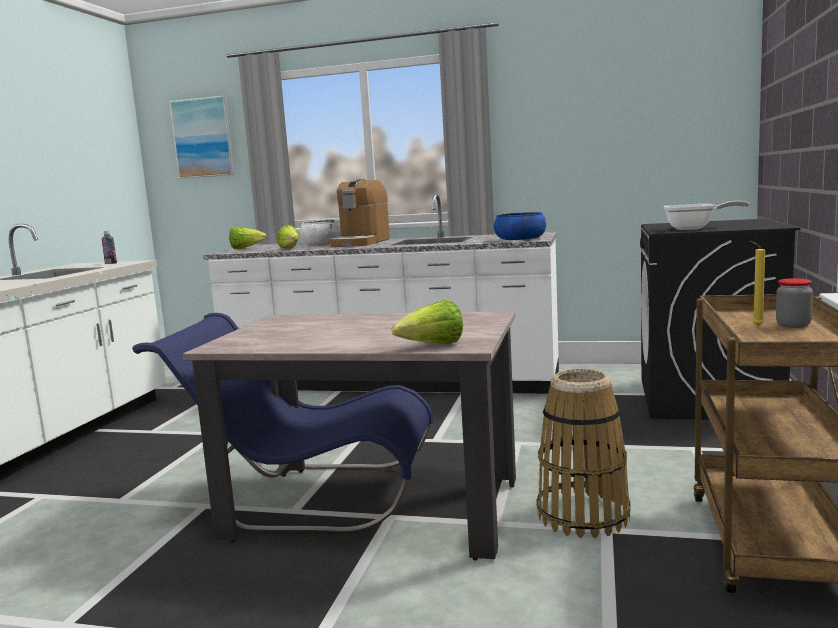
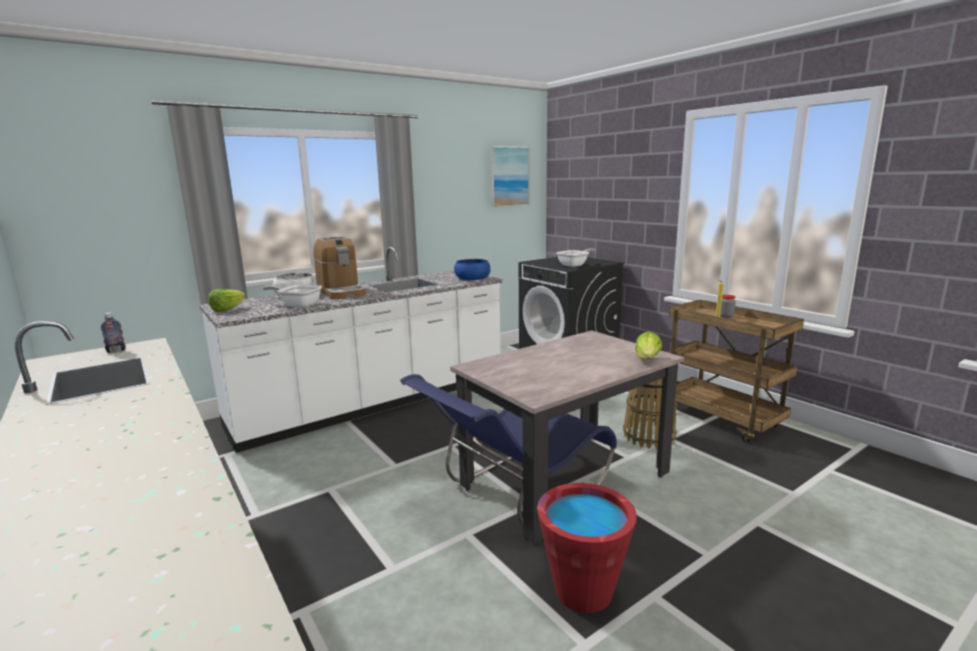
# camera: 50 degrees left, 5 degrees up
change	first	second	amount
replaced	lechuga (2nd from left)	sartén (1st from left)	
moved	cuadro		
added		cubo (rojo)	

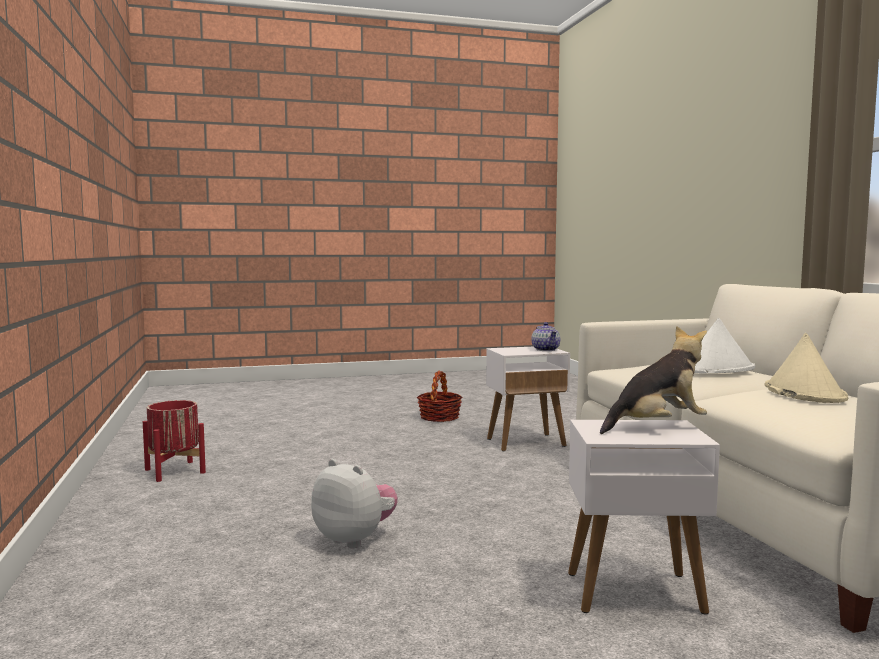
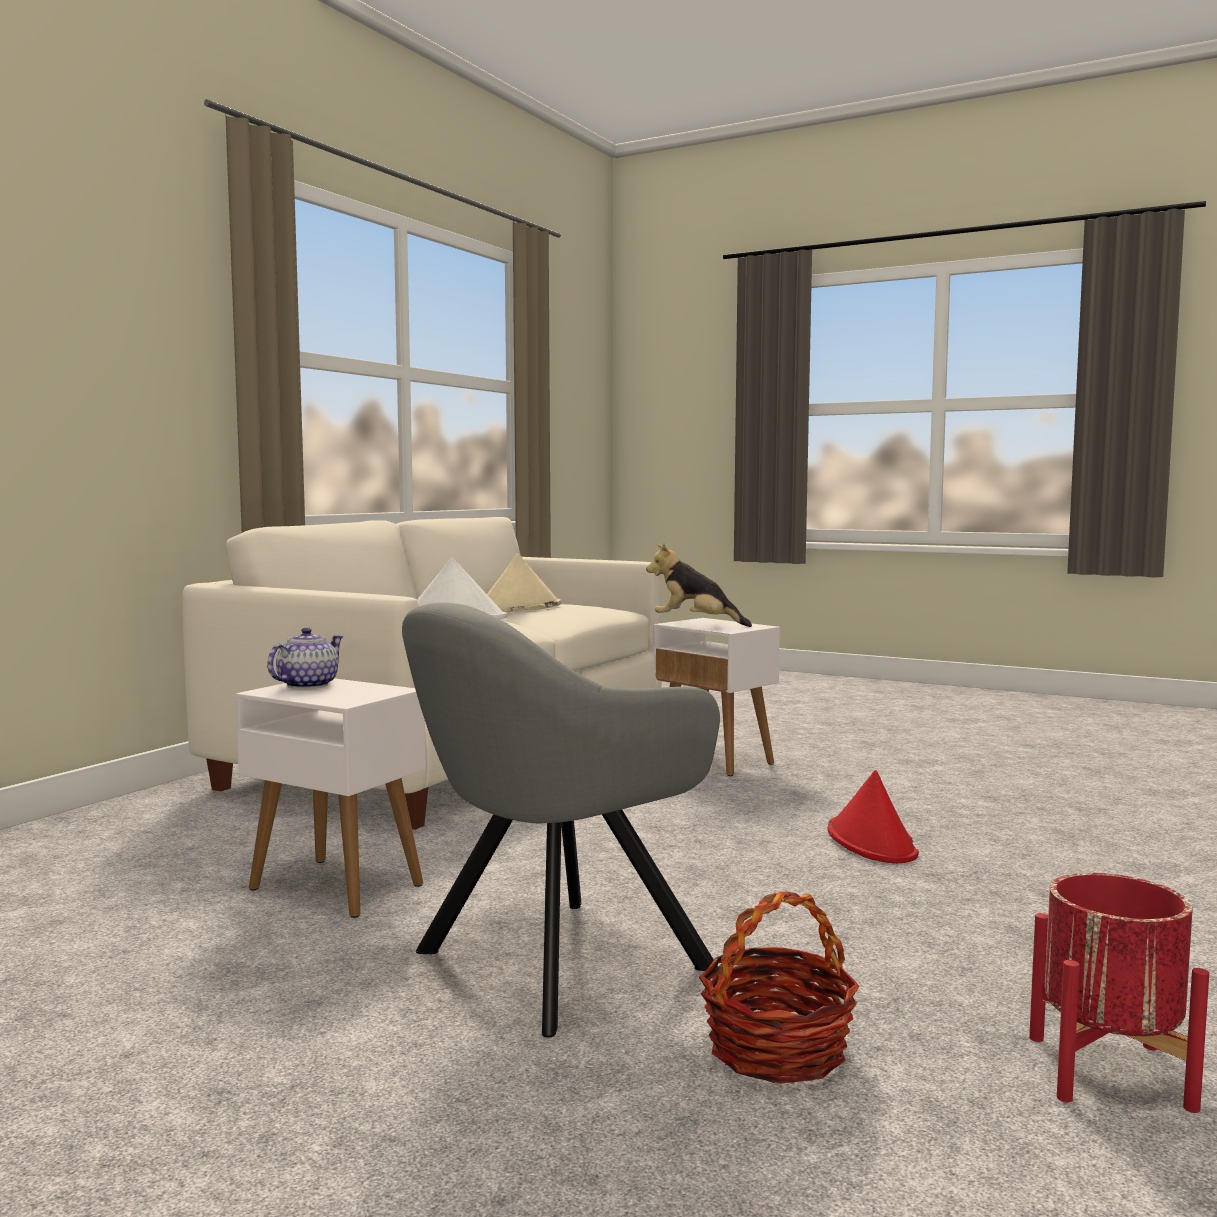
# camera: 135 degrees left, 0 degrees up
change	first	second	amount
added		sillón (gris)	
moved	cesta		
replaced	peluche (1st from left)	sombrero (rojo)	

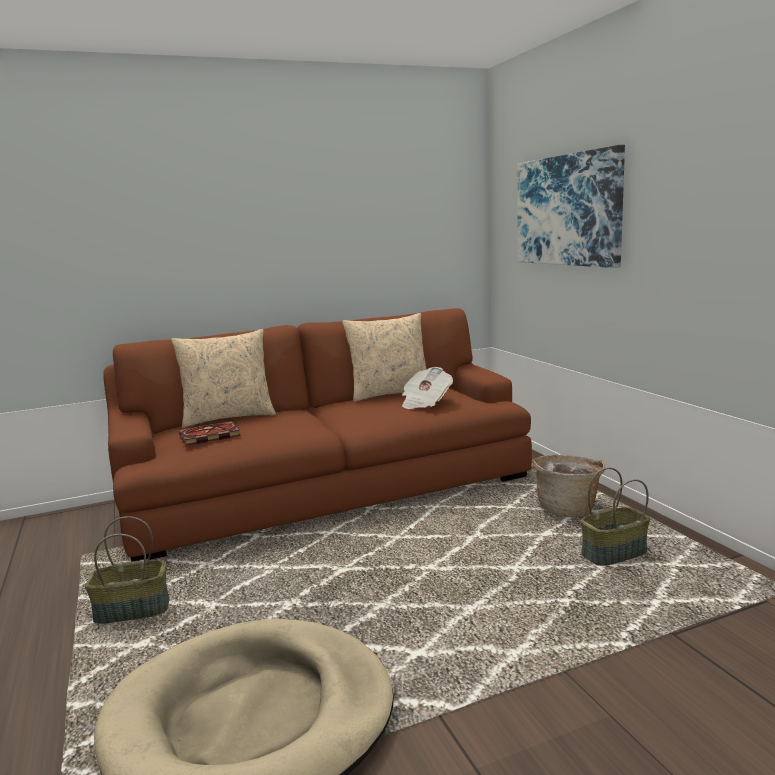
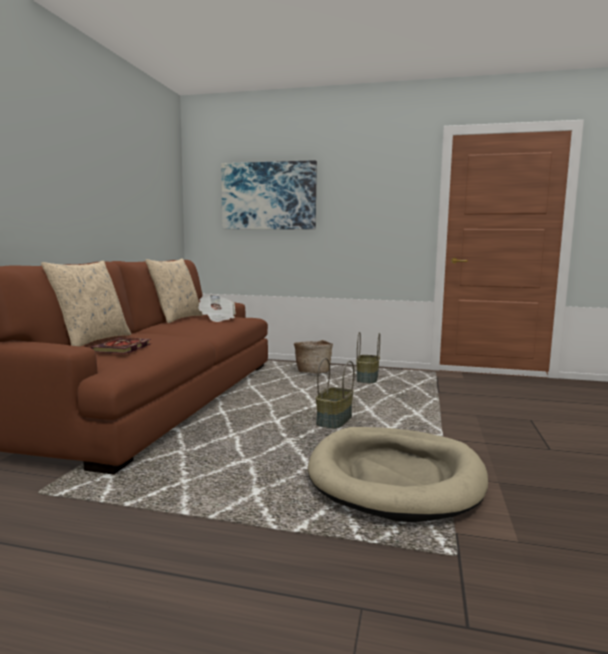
# camera: 55 degrees left, 5 degrees down
change	first	second	amount
moved	cesta (1st from left in the first image)	cesta (2nd from left)	

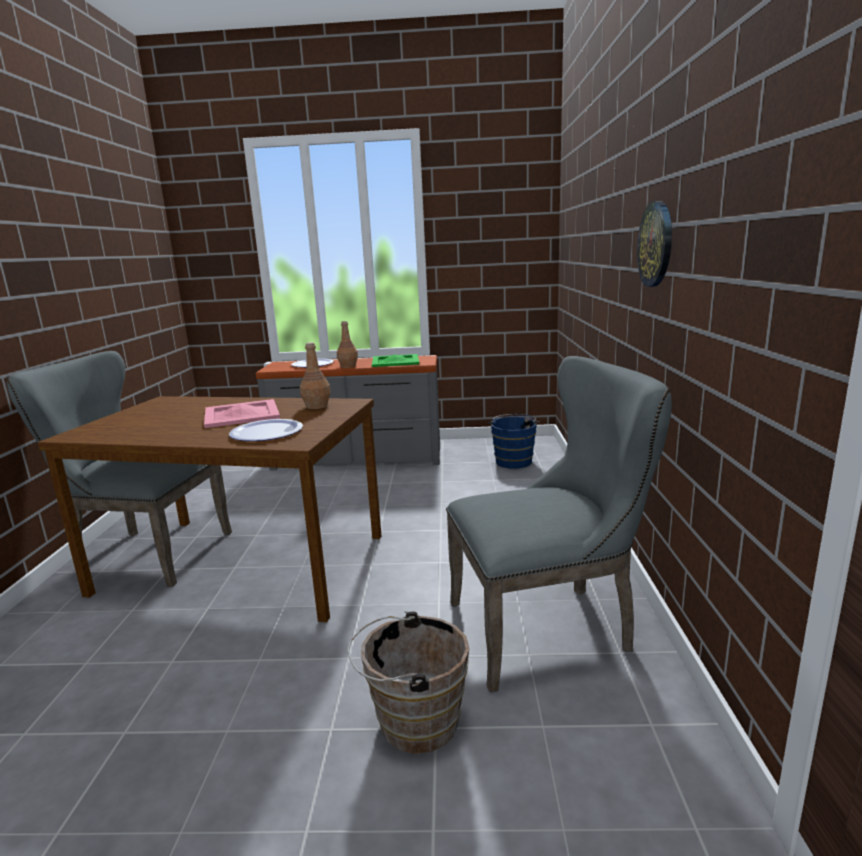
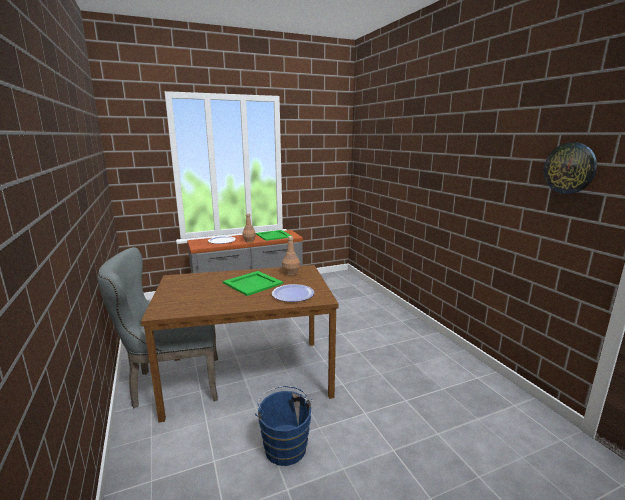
# camera: 25 degrees left, 0 degrees up
change	first	second	amount
recoloured	bandeja (rosa)	bandeja (verde) (1st from left)	
moved	cubo (azul)		
moved	reloj de pared		
removed	cubo (marrón)		
removed	silla (gris) (2nd from left)		

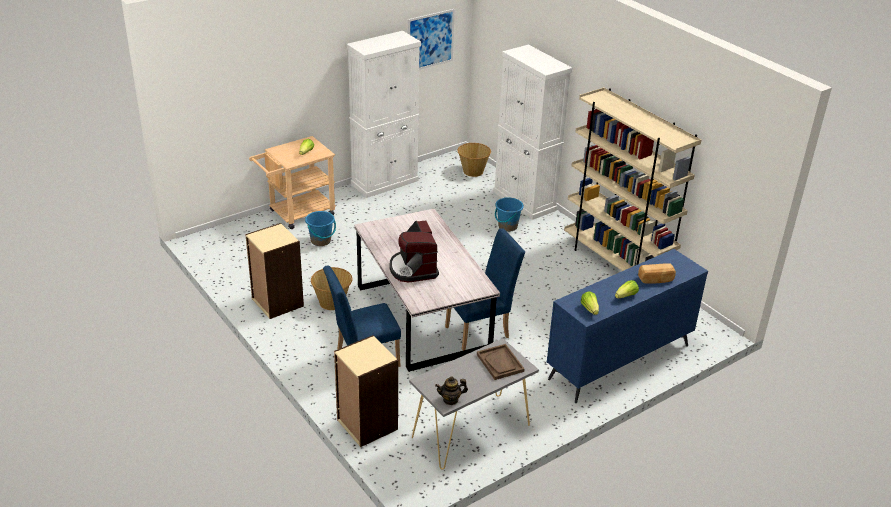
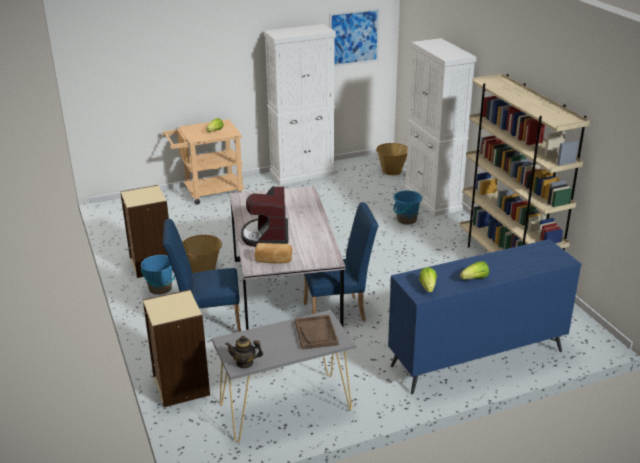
# camera: 15 degrees right, 5 degrees down
change	first	second	amount
moved	cubo (azul) (1st from left)		
moved	pan		

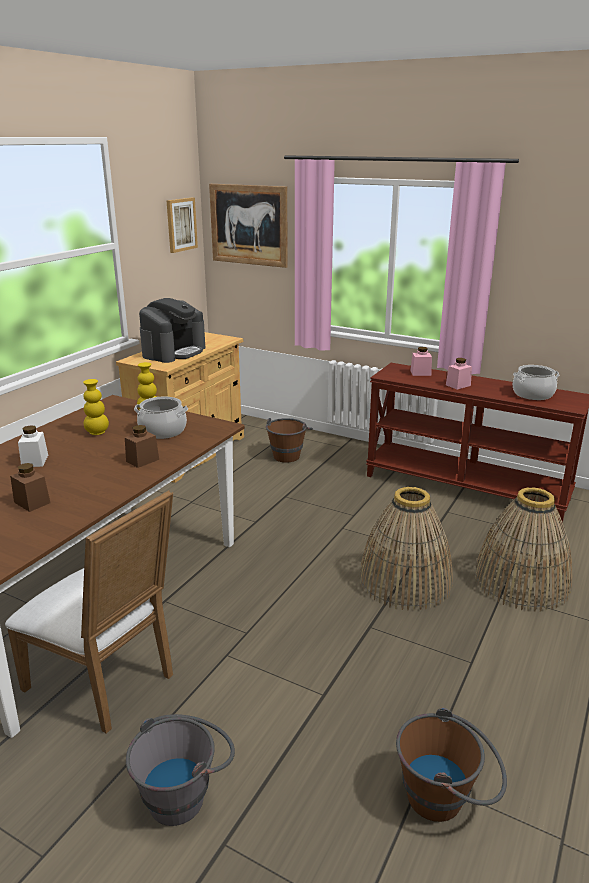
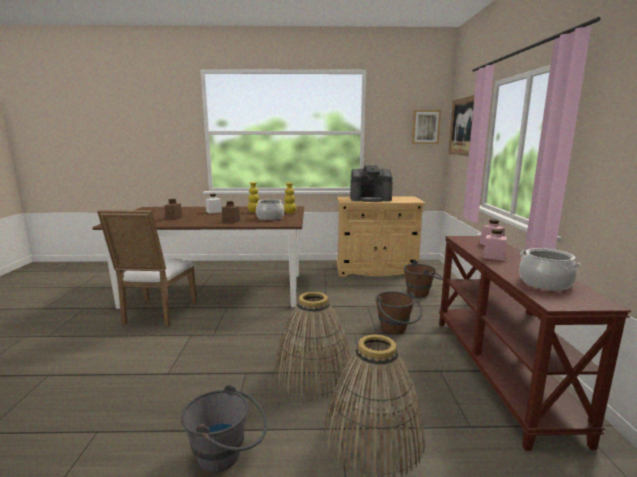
# camera: 60 degrees right, 10 degrees down
change	first	second	amount
moved	cubo (gris)		
moved	cubo (marrón) (2nd from left in the first image)	cubo (marrón) (1st from left)	

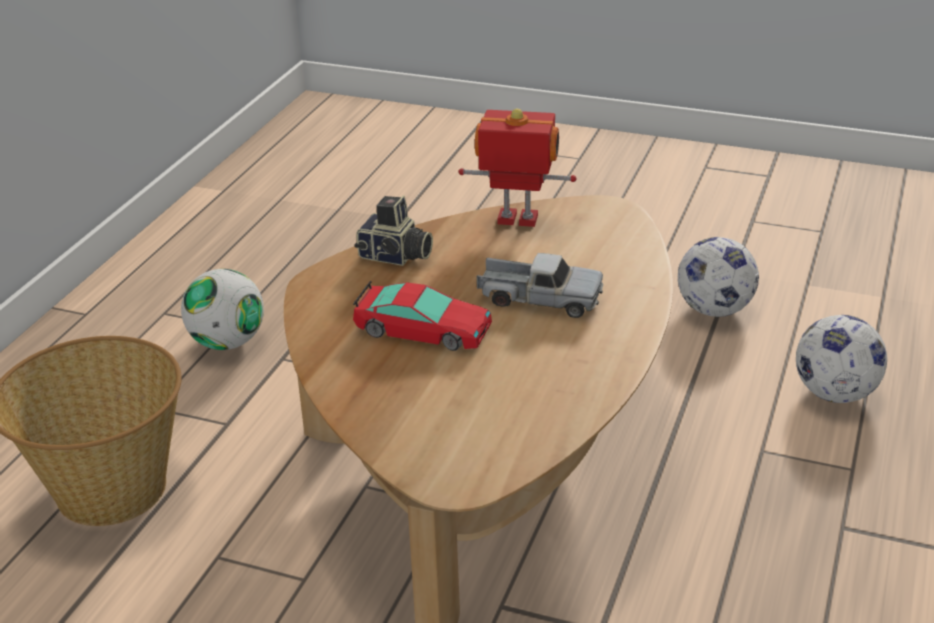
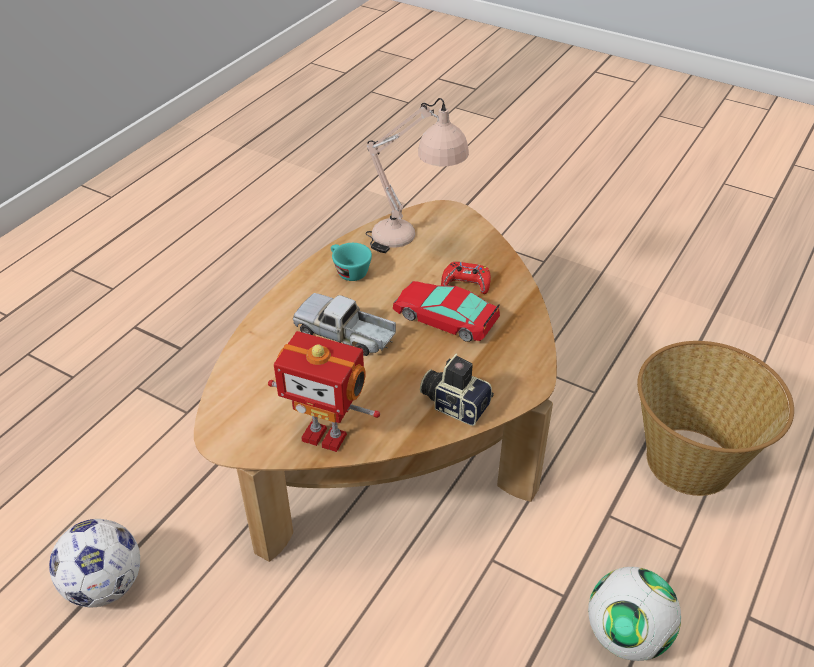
# camera: 170 degrees left, 10 degrees up
change	first	second	amount
added		taza (turquesa)	
added		lámpara de mesa (beis)	
added		mando de consola (rojo)	
removed	balón de fútbol (3rd from left)		

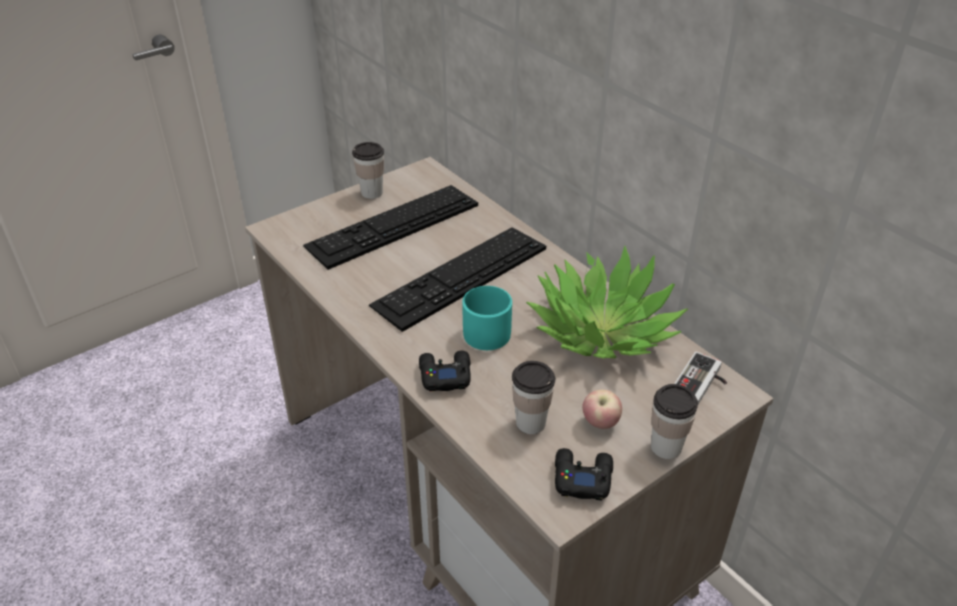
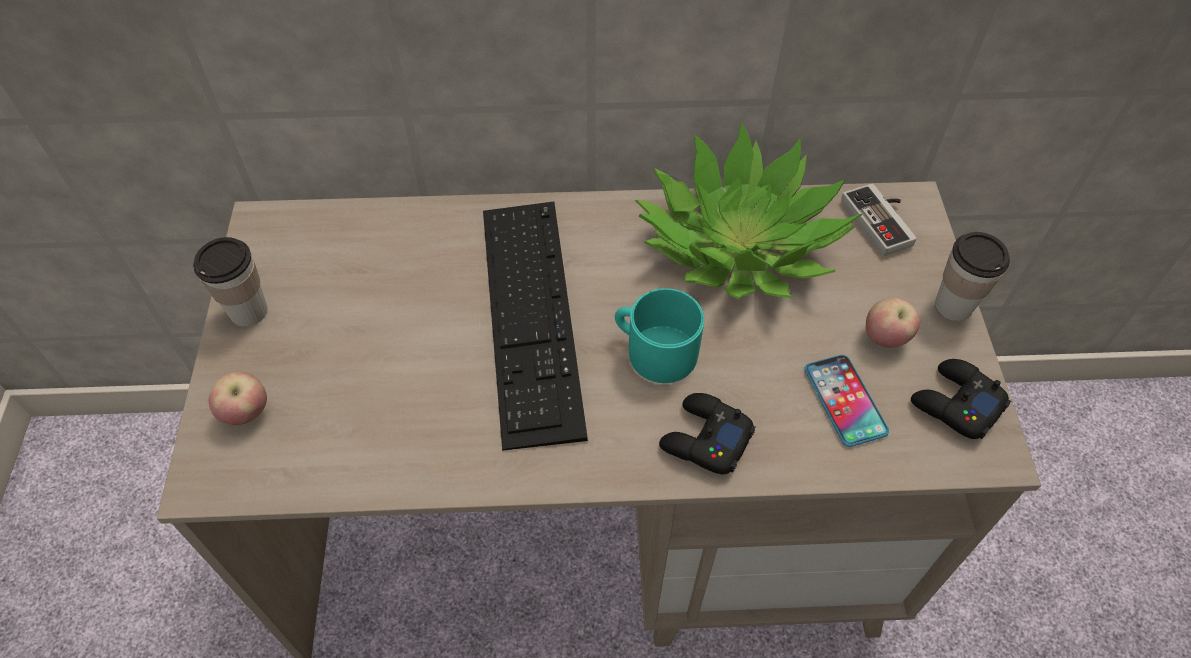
# camera: 55 degrees left, 15 degrees up
change	first	second	amount
added		manzana (1st from left)	
replaced	taza (2nd from left)	móvil	
removed	teclado (1st from left)		

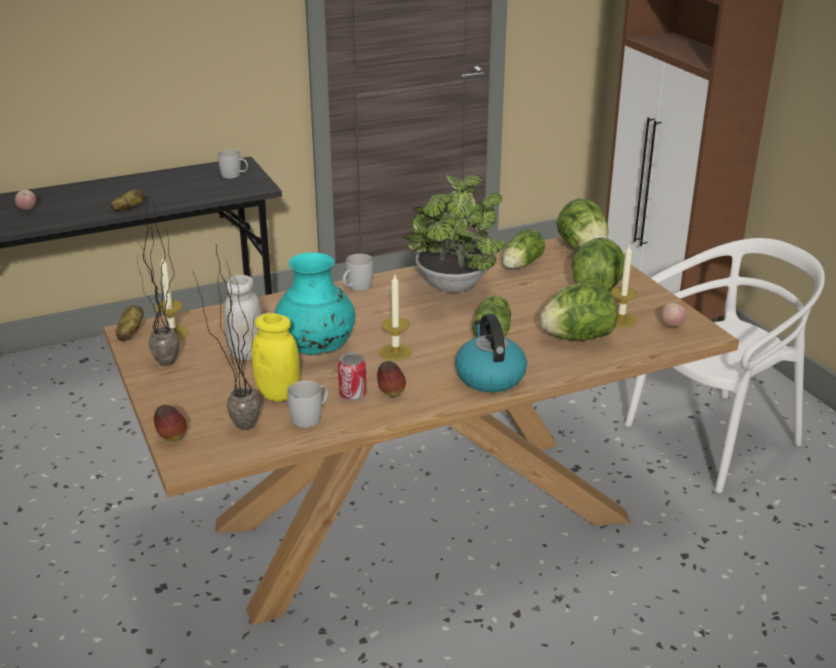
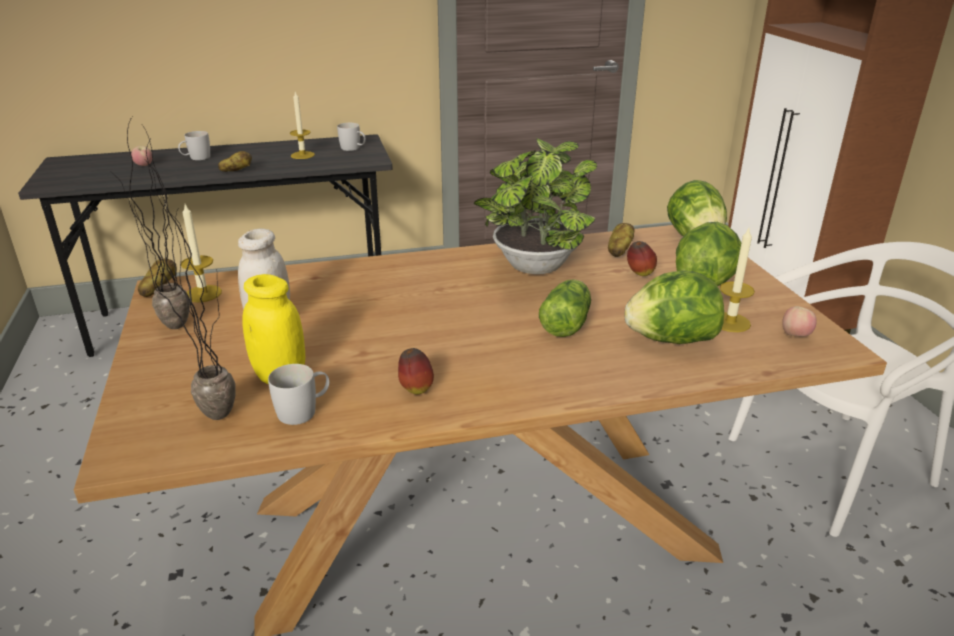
# camera: 10 degrees right, 0 degrees up
change	first	second	amount
moved	taza grande (blanco) (3rd from left in the first image)	taza grande (blanco) (1st from left)	
moved	vela (2nd from left)		
replaced	lechuga (2nd from left)	patata (3rd from left)	
moved	manzana (2nd from left in the first image)	manzana (3rd from left)	
removed	florero (turquesa)		
removed	lata		
removed	hervidor		

